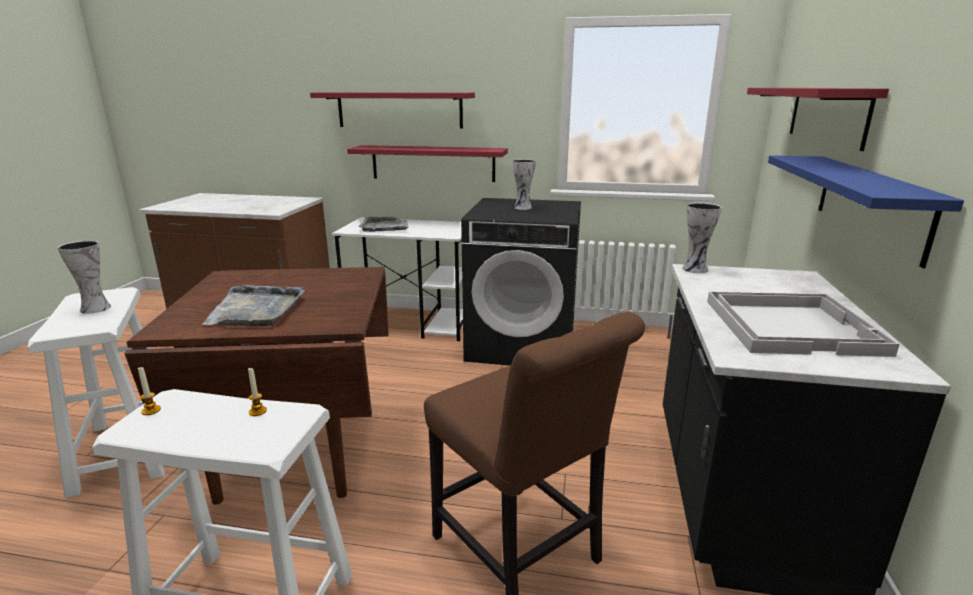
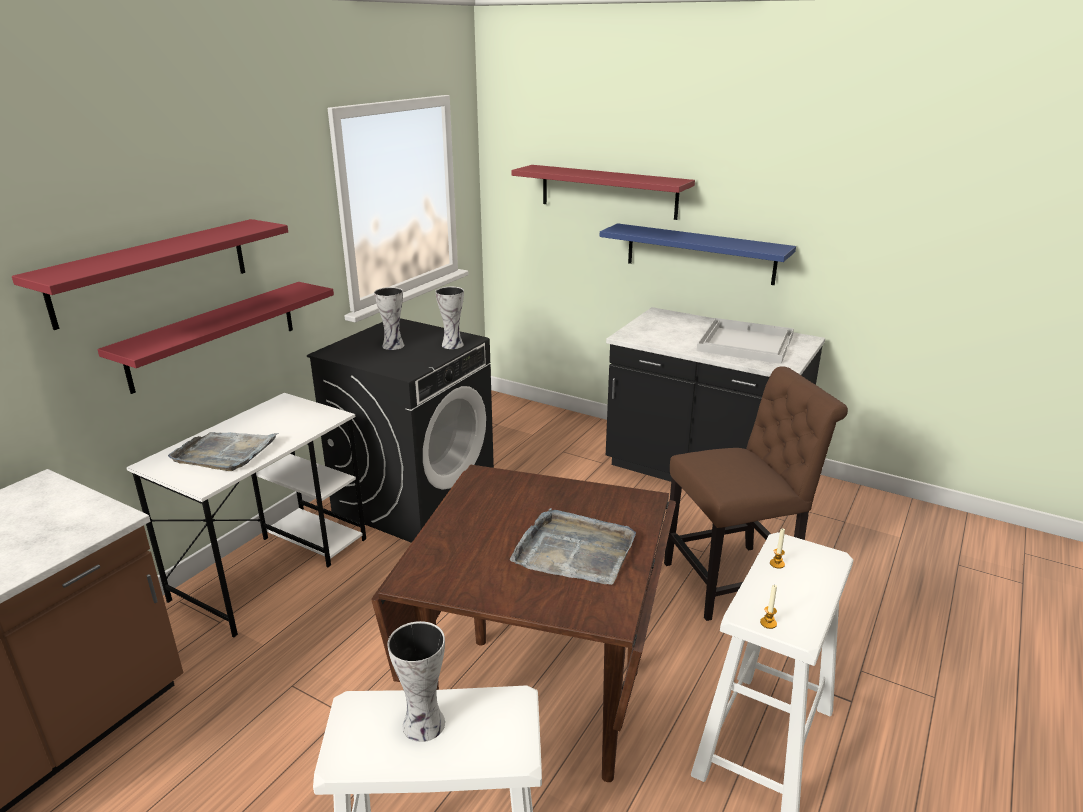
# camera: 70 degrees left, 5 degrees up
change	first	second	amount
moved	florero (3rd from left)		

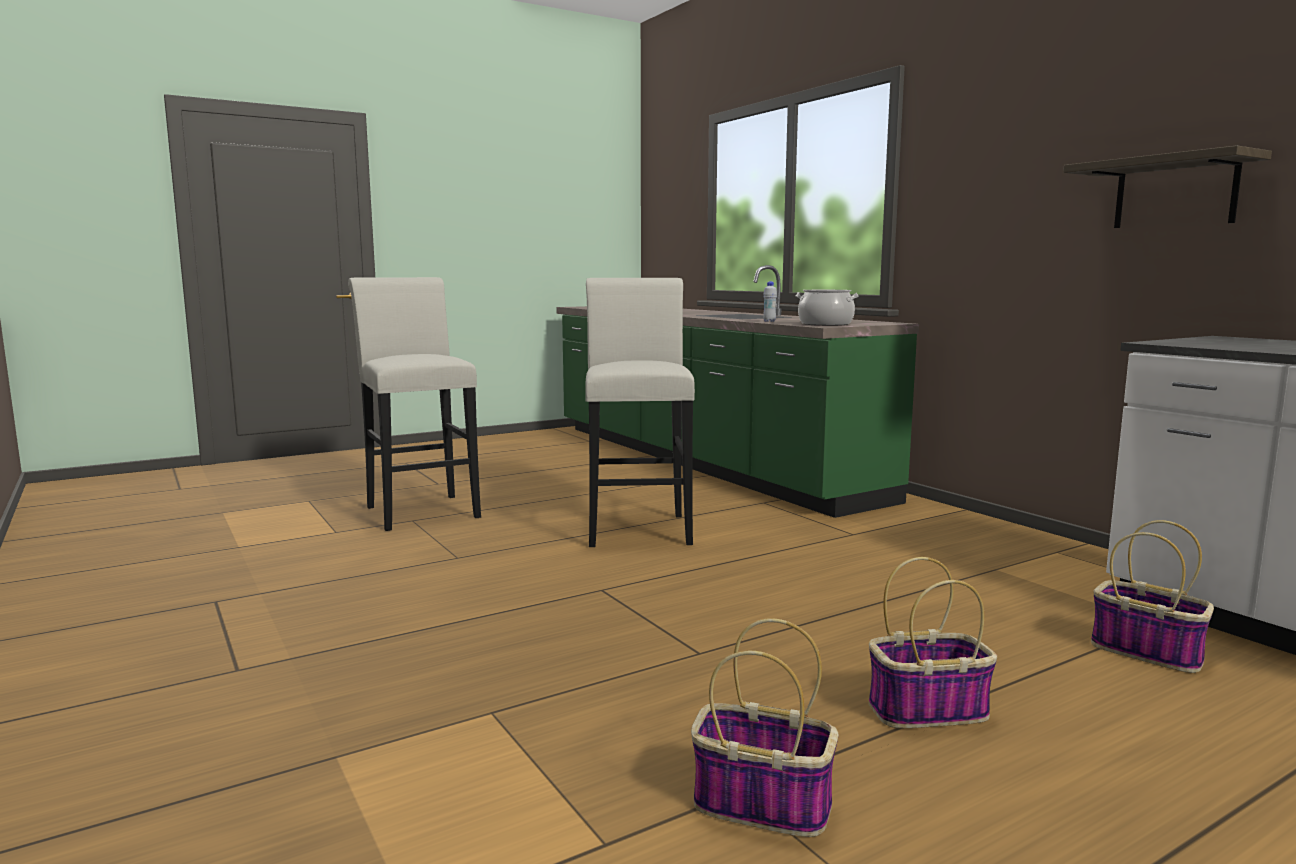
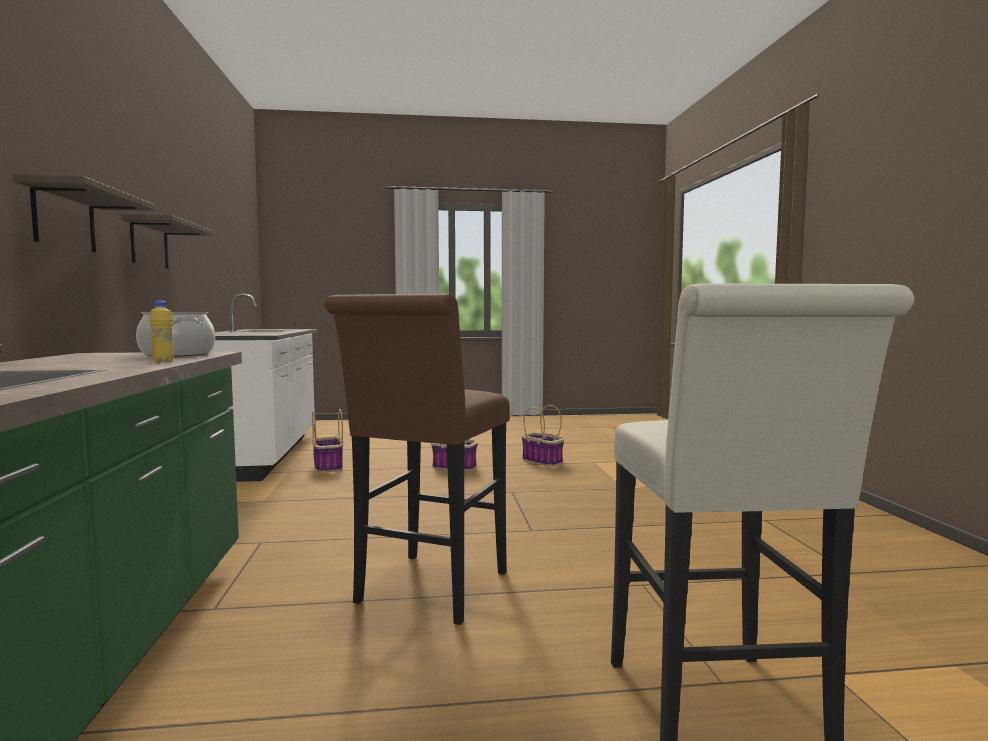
# camera: 155 degrees left, 5 degrees down
change	first	second	amount
added		estante (1st from left)	
recoloured	botella (blanco)	botella (amarillo)	
recoloured	taburete (blanco) (2nd from left)	taburete (marrón)	

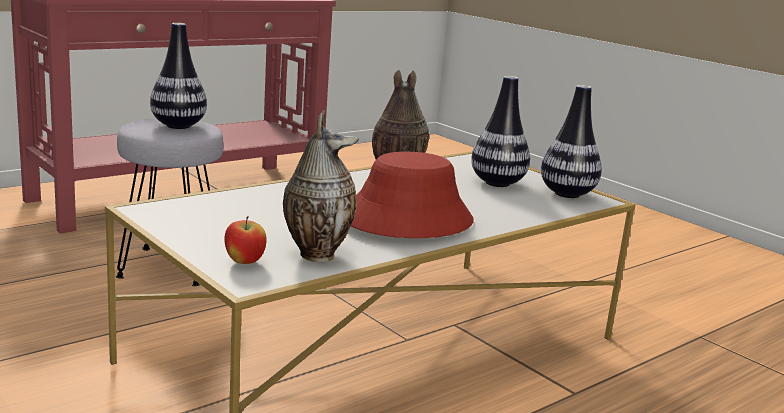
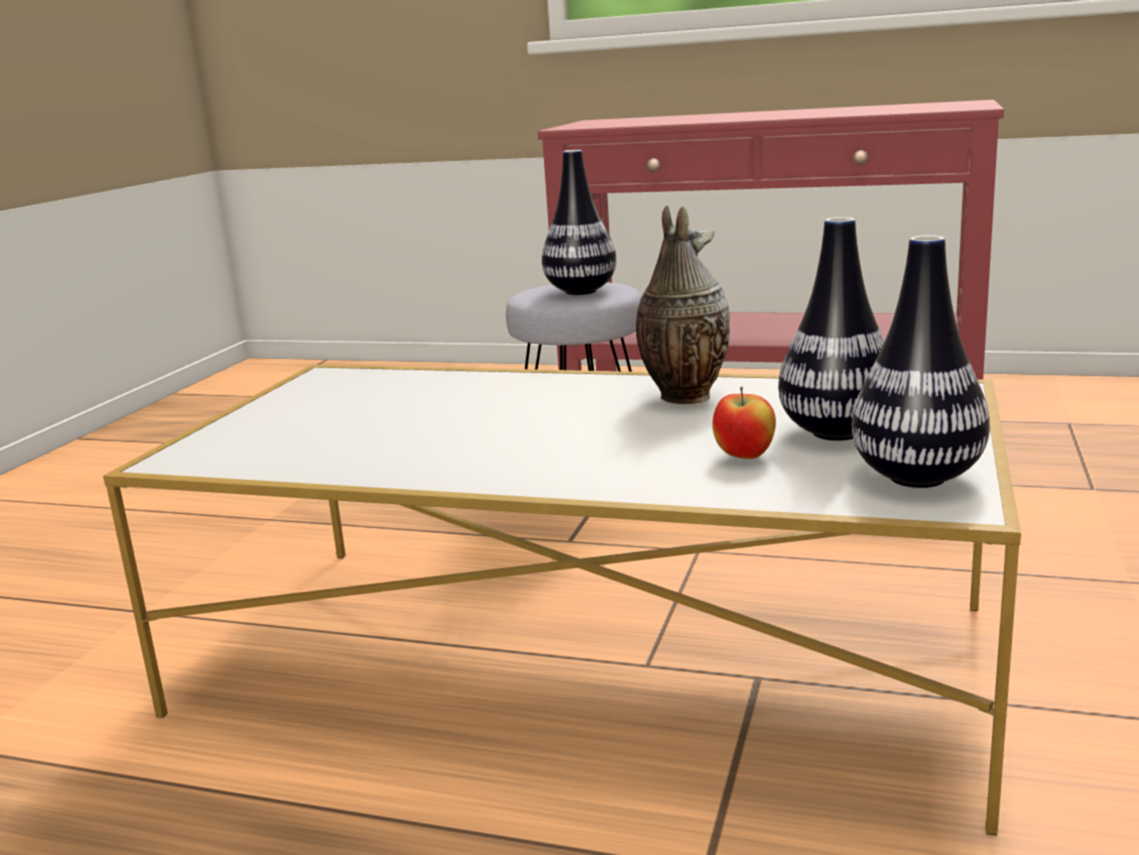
# camera: 60 degrees right, 0 degrees up
change	first	second	amount
moved	manzana		
removed	florero (2nd from left)		
removed	sombrero (rojo)		

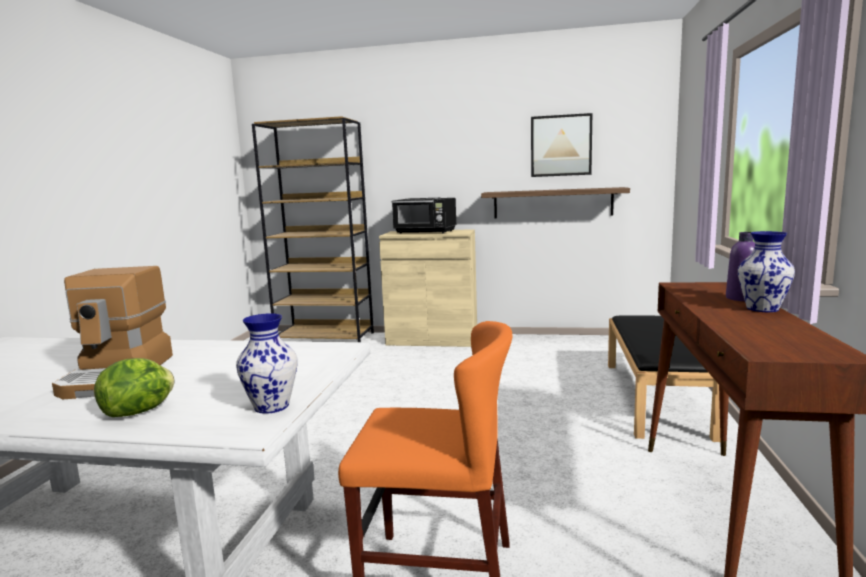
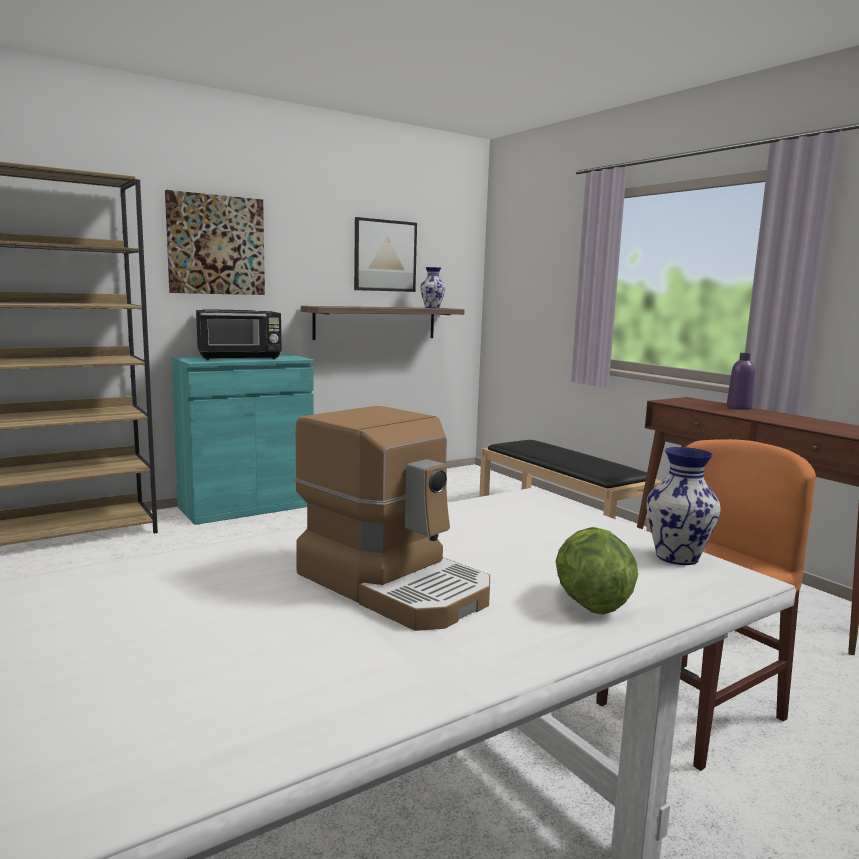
# camera: 45 degrees left, 0 degrees up
change	first	second	amount
added		cuadro (1st from left)	
recoloured	armario (beis)	armario (turquesa)	
moved	florero (2nd from left in the first image)	florero (1st from left)	

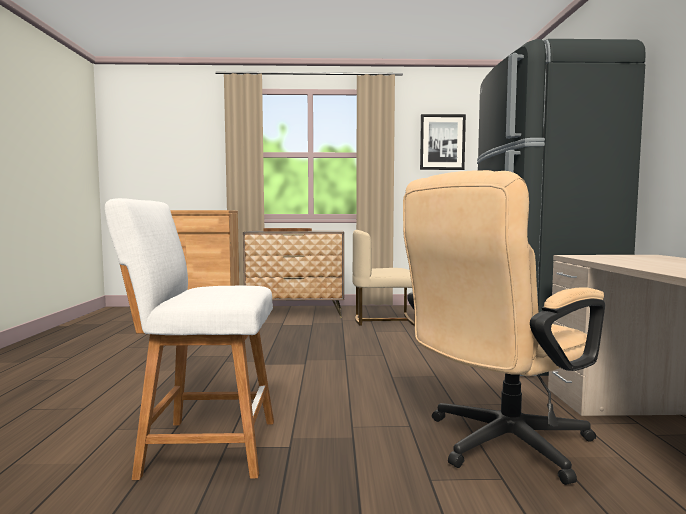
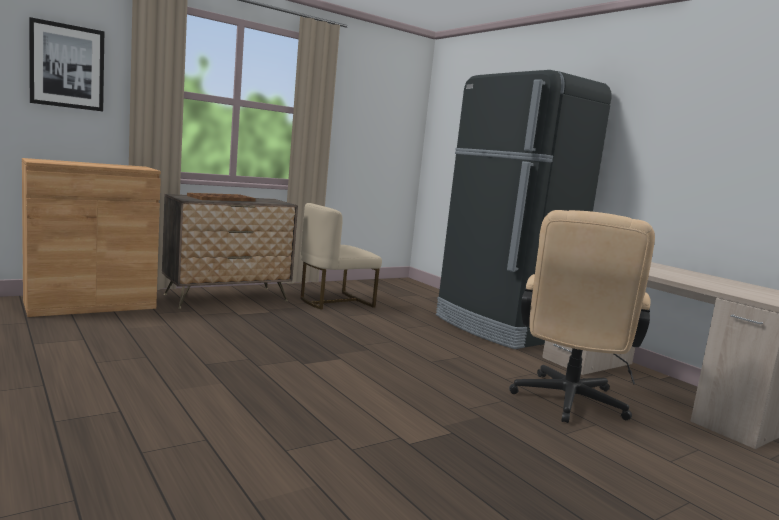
# camera: 35 degrees left, 5 degrees up
change	first	second	amount
moved	cuadro		
removed	taburete (blanco)		

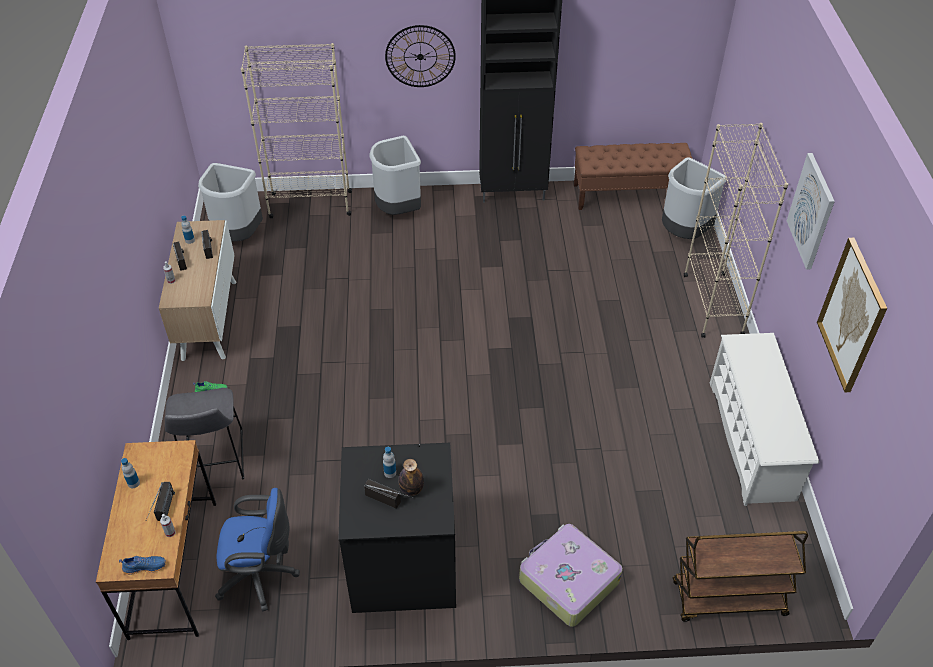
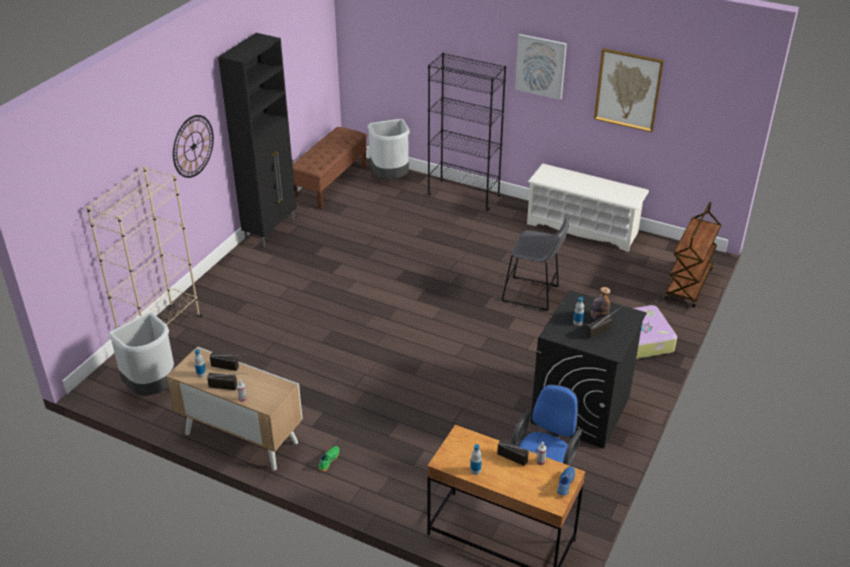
# camera: 60 degrees left, 10 degrees down
change	first	second	amount
recoloured	estantería (beis) (2nd from left)	estantería (negro)	
moved	taburete (gris)		
removed	papelera (gris) (2nd from left)		

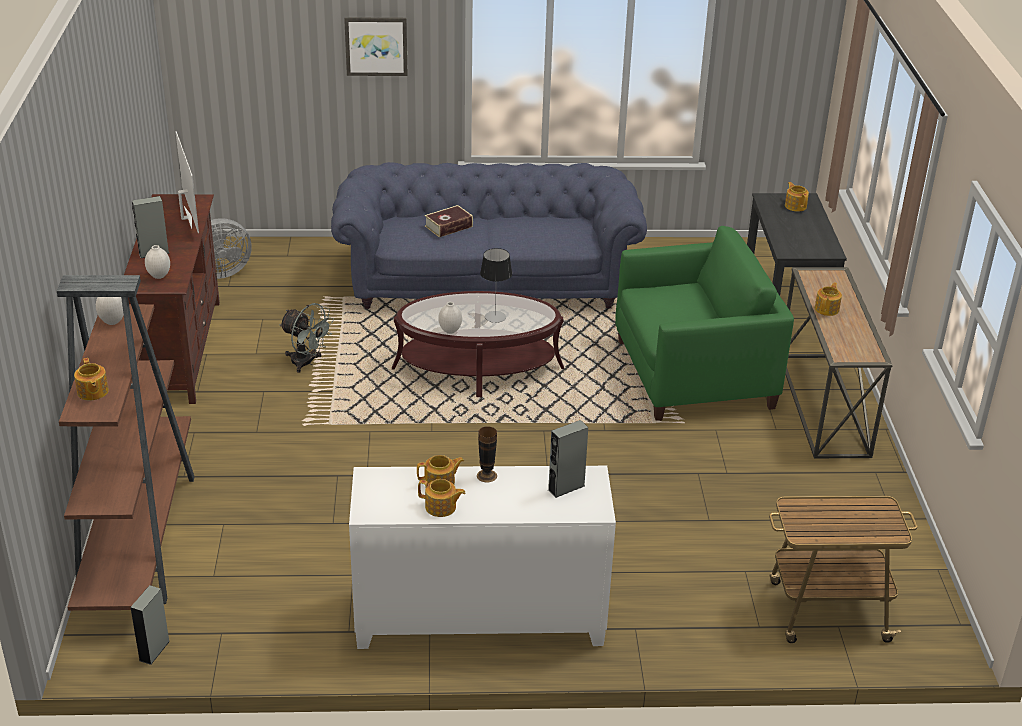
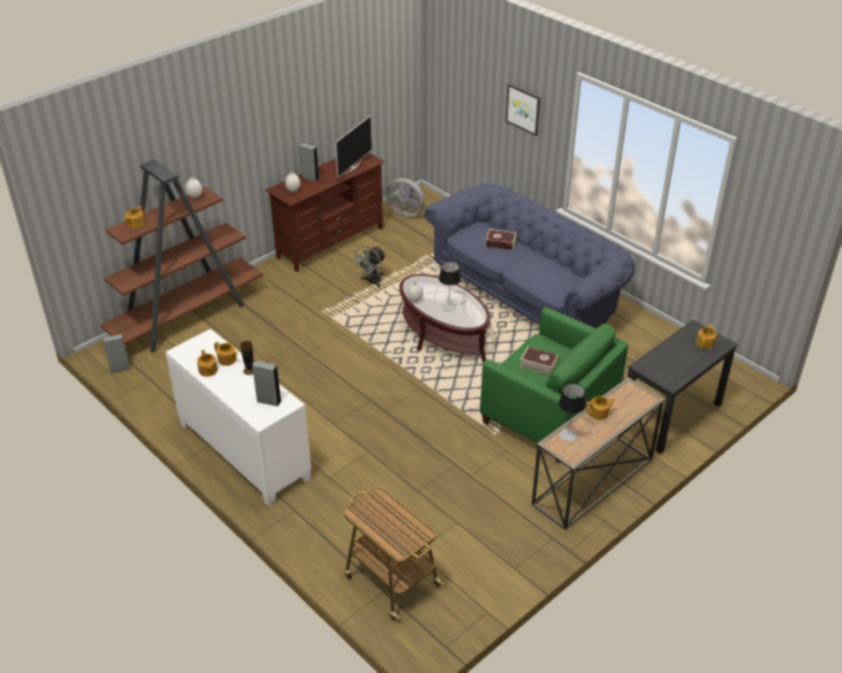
# camera: 50 degrees right, 5 degrees up
change	first	second	amount
turned	ventilador (gris) (2nd from left in the first image)	ventilador (gris) (1st from left)	45 degrees clockwise
added		libro (2nd from left)	
added		lámpara de mesa (2nd from left)	

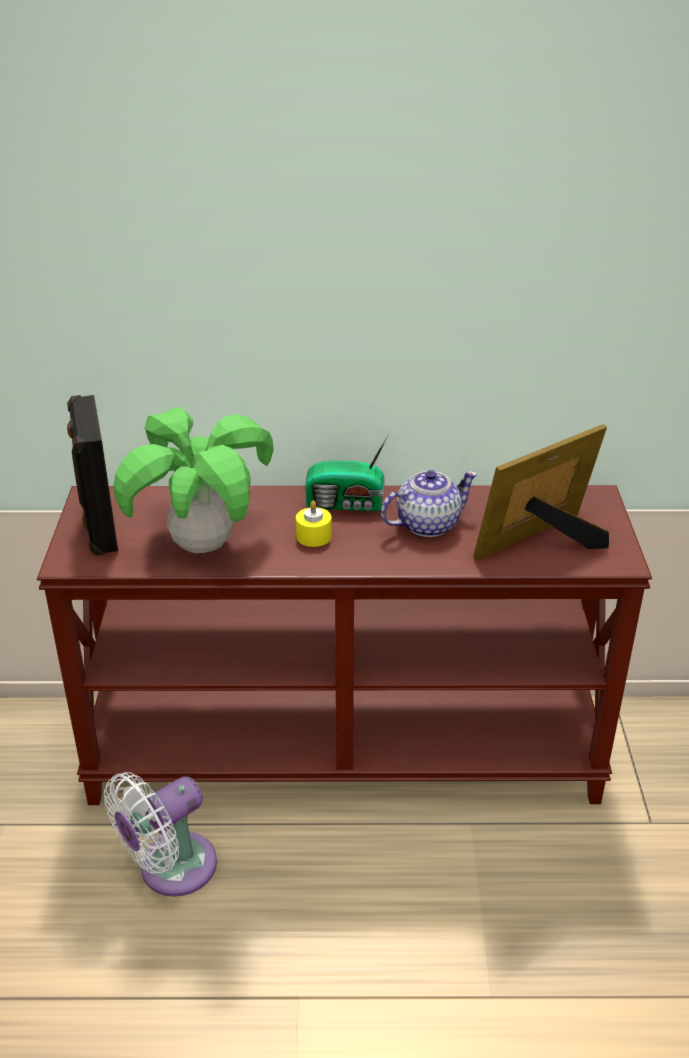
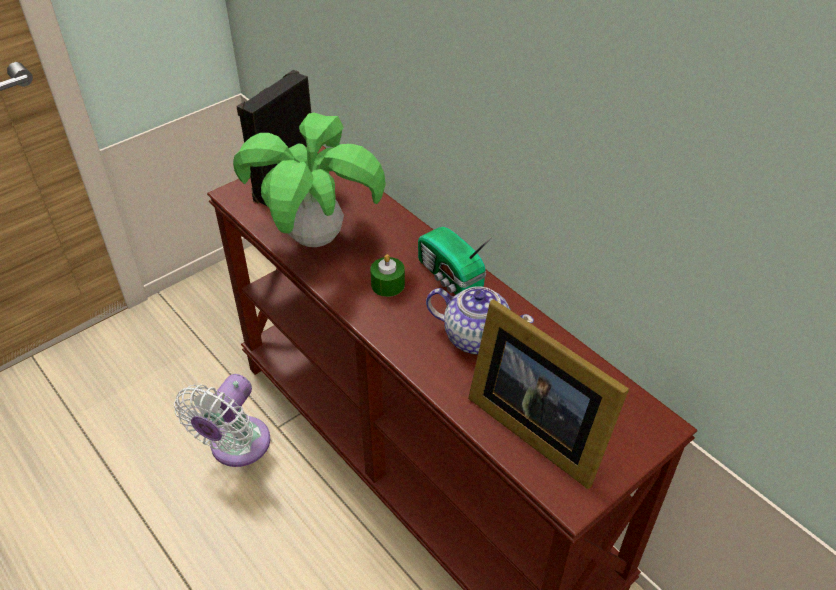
# camera: 50 degrees right, 10 degrees up
change	first	second	amount
turned	ventilador (blanco)		75 degrees counterclockwise
recoloured	vela (amarillo)	vela (verde)	
turned	portarretratos		150 degrees counterclockwise

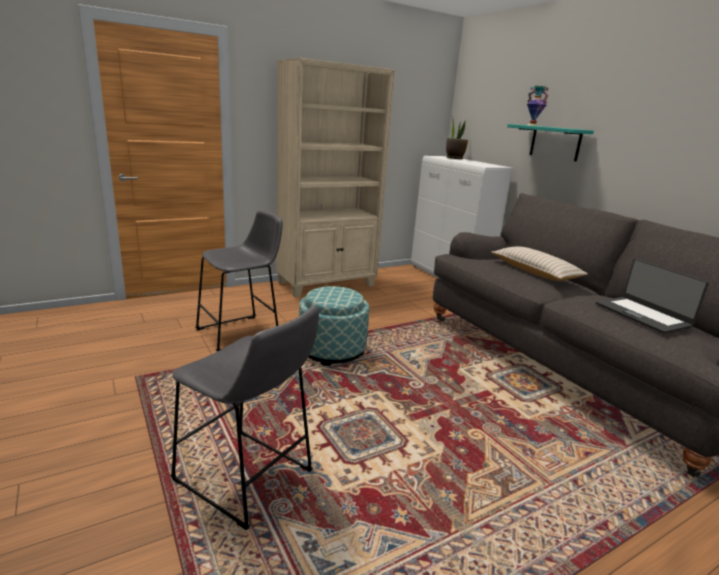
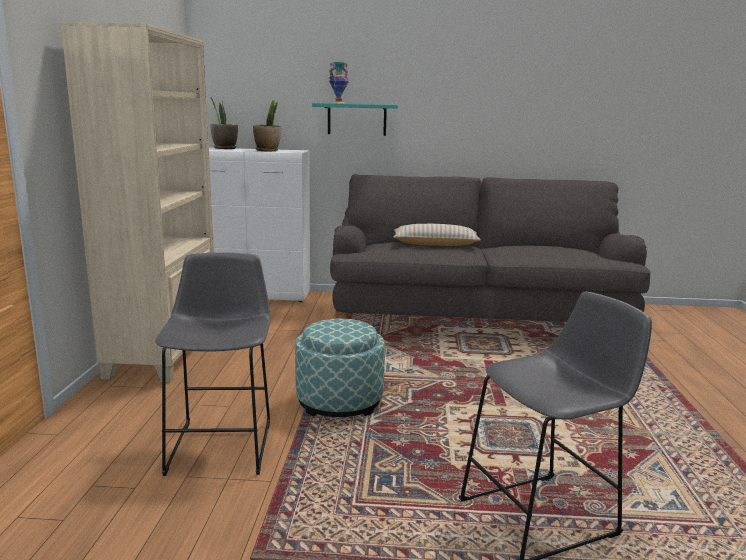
# camera: 55 degrees left, 5 degrees down
change	first	second	amount
added		planta en maceta (2nd from left)	
removed	portátil		

